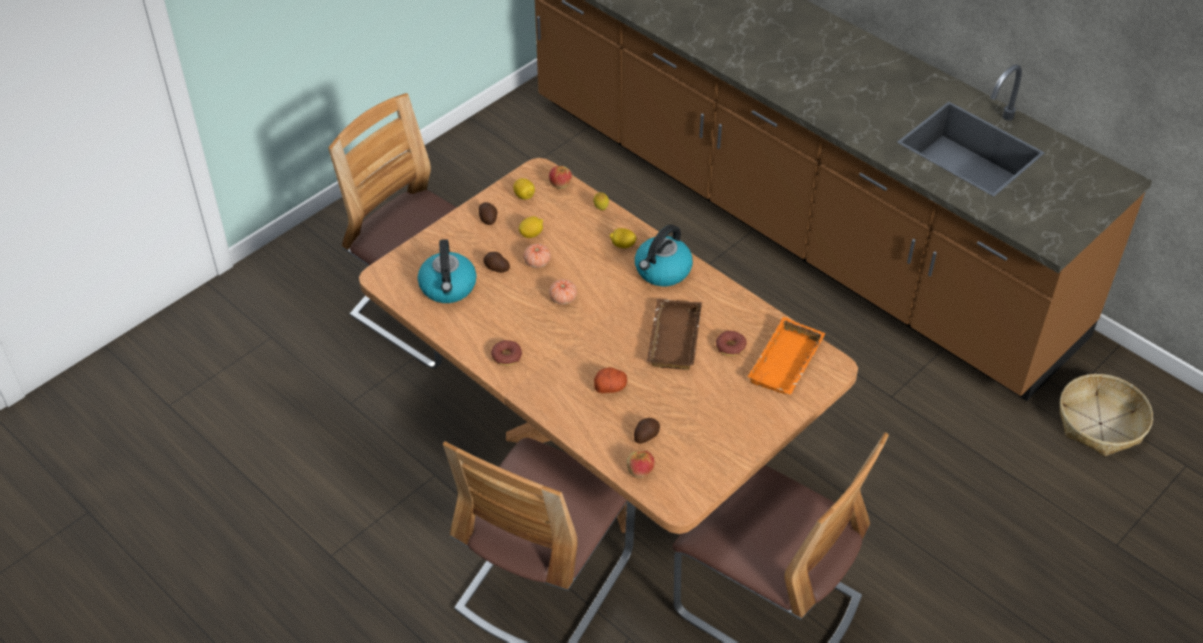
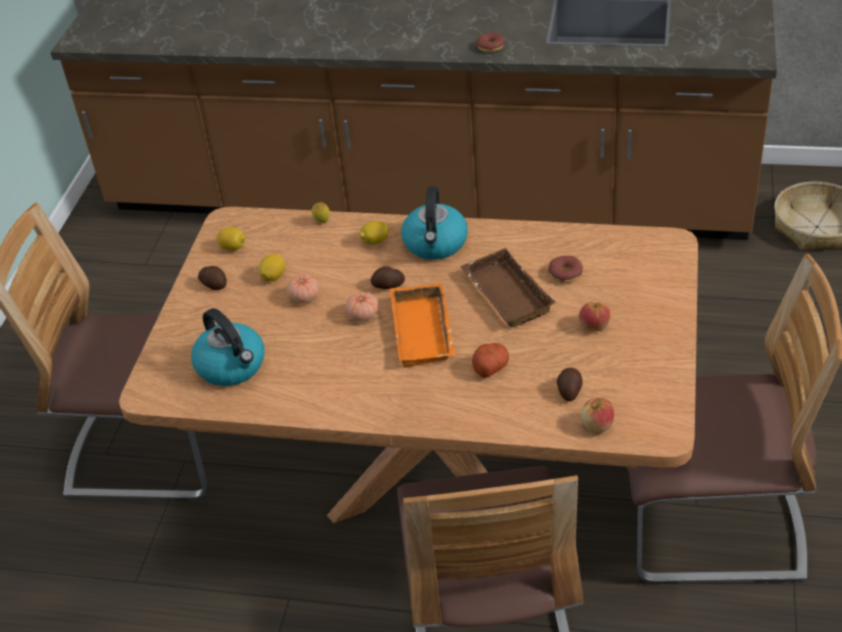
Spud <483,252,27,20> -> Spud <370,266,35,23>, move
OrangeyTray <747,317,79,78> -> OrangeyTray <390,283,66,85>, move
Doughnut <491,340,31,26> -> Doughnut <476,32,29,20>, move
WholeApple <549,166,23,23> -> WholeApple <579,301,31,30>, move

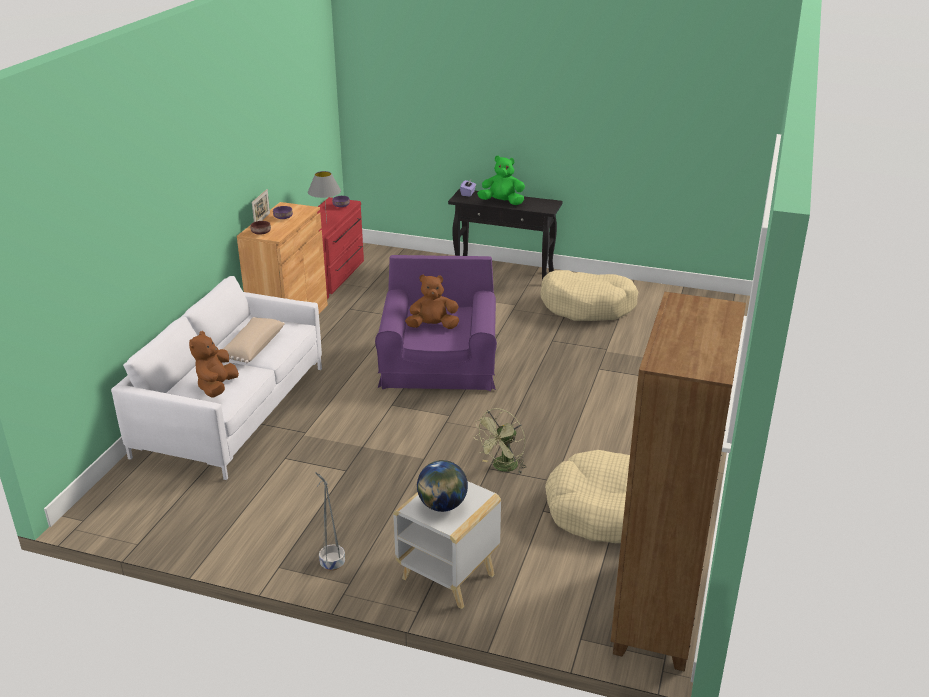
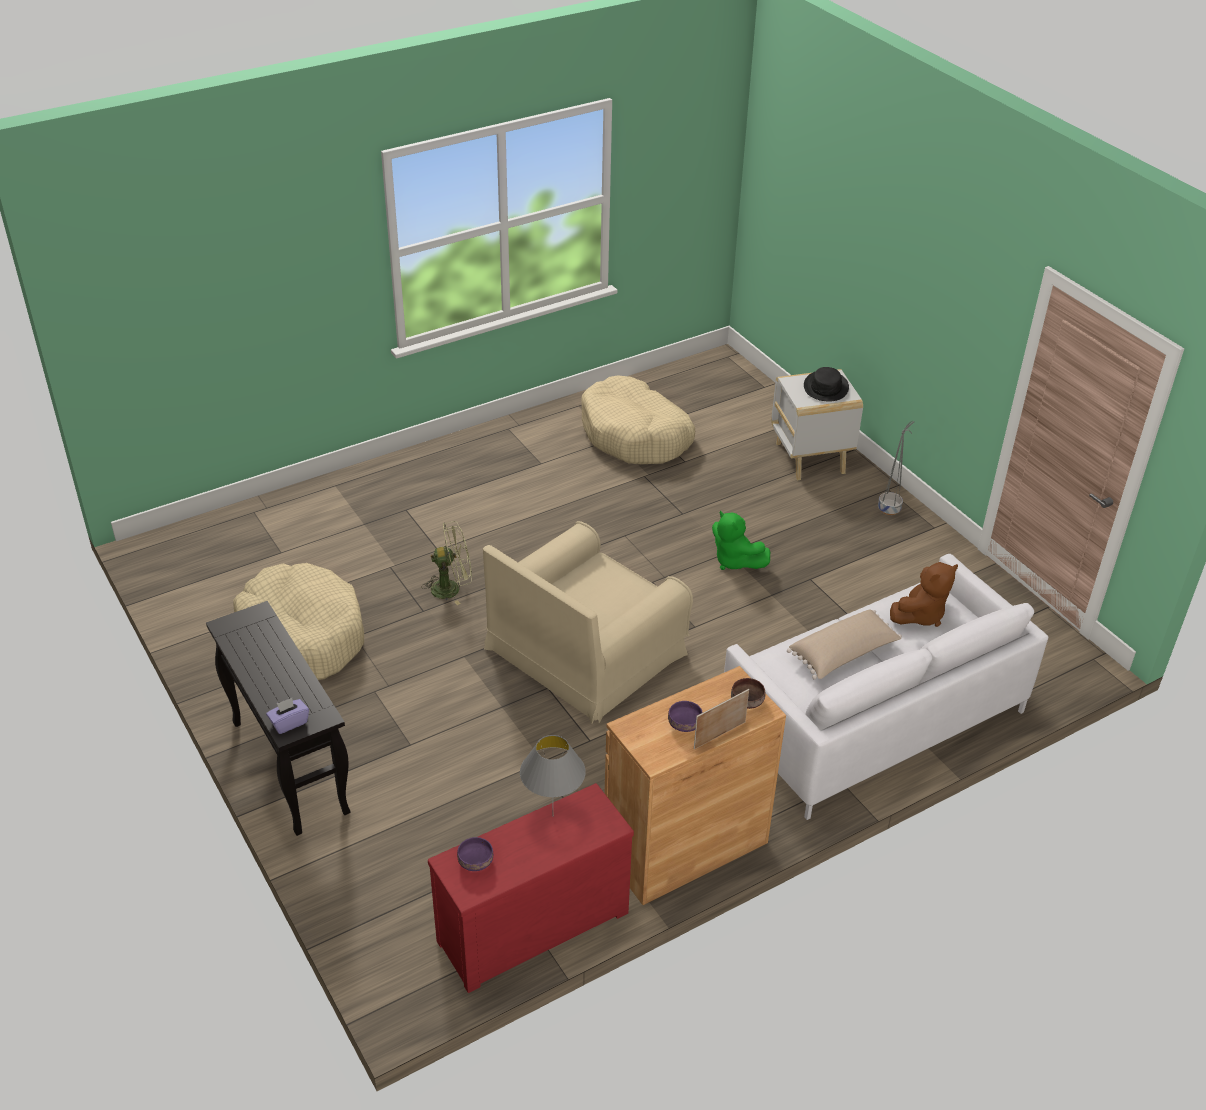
GreenishCoolingFan <473,408,53,66> -> GreenishCoolingFan <421,521,51,84>, move
PurplishArmchair <375,255,122,136> -> BeigeColouredArmchair <483,521,210,203>
GreenishCuddlyToy <477,156,48,49> -> GreenishCuddlyToy <712,510,58,60>, move
Globe <417,460,51,52> -> BlackishWearableHat <804,367,45,34>
BrownColouredCuddlyToy <405,274,54,55> -> none
BrownColouredBookcase <611,292,135,379> -> none

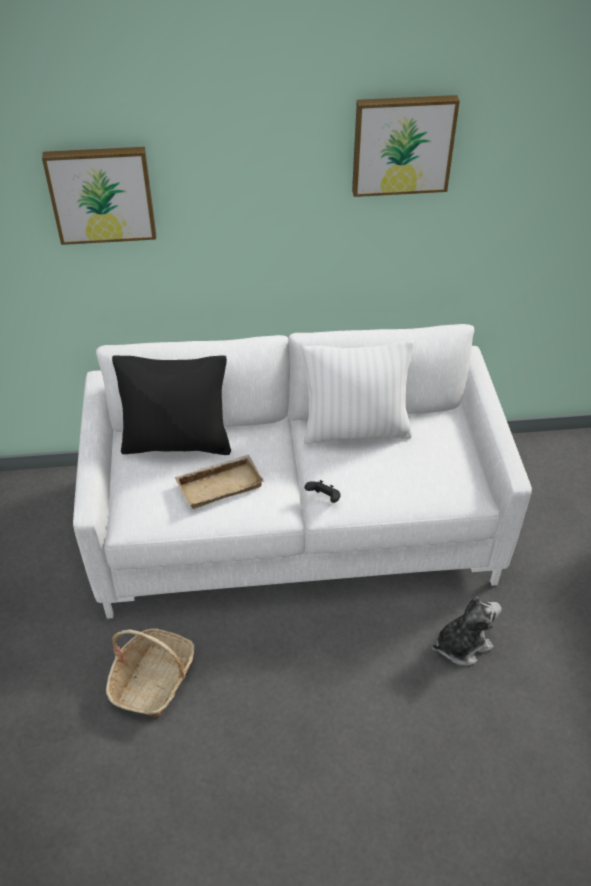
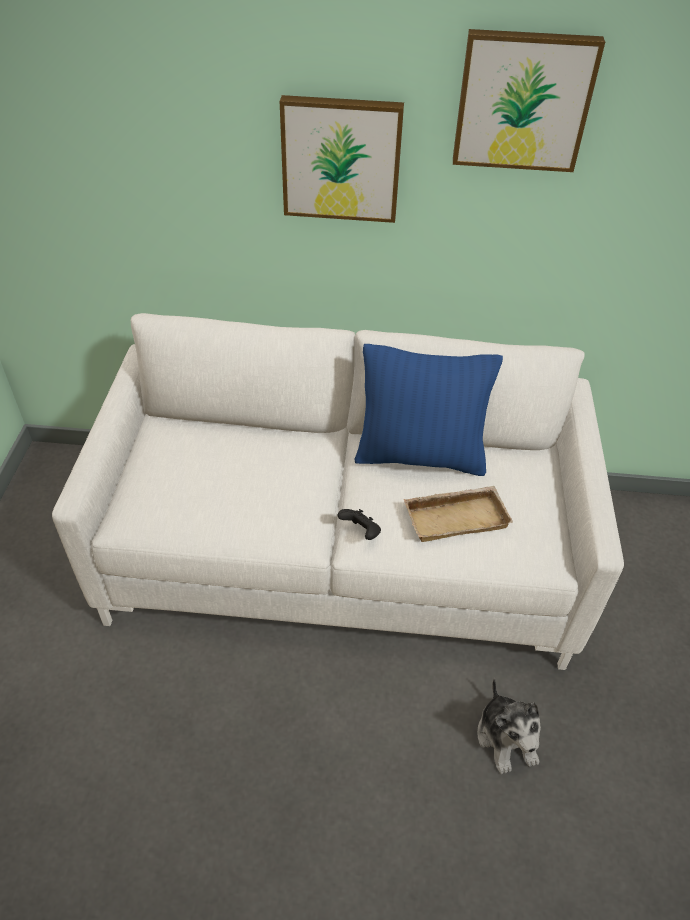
WallArt <42,147,114,98> -> WallArt <280,95,124,128>, move
WhiteThrowPillow <302,340,112,104> -> BlueThrowPillow <354,344,149,132>
BeigeColouredTray <175,455,89,54> -> BeigeColouredTray <403,486,110,56>, move
CuddlyToy <432,596,70,69> -> CuddlyToy <477,678,64,96>, 90 degrees clockwise
Basket <106,629,89,89> -> none
BlackishThrowPillow <112,355,119,100> -> none

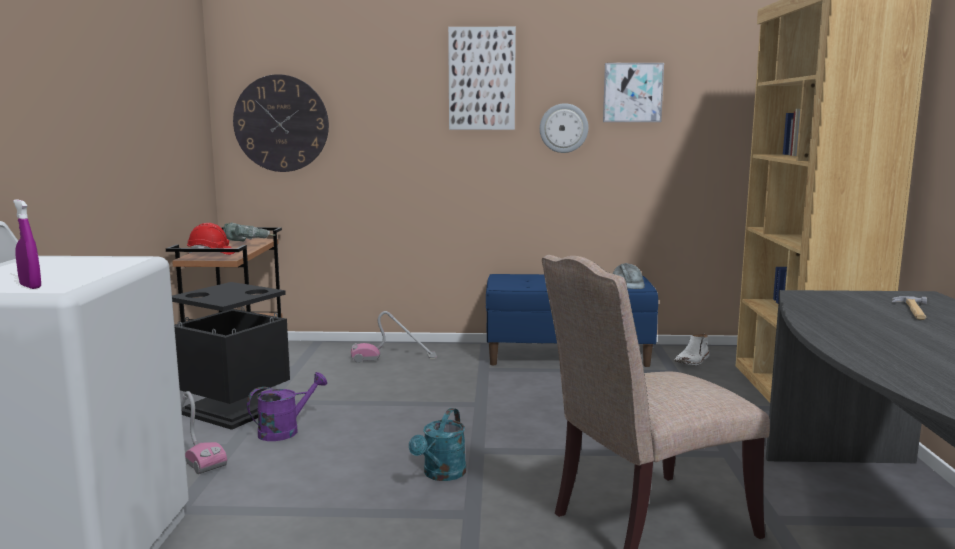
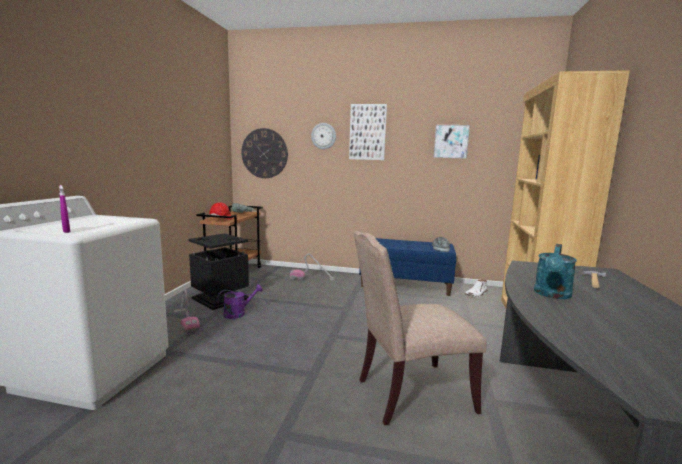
ClockOnTheWall <540,103,48,50> -> ClockOnTheWall <311,123,25,26>, move
TurquoiseColouredSprinklingCan <409,408,57,73> -> TurquoiseColouredSprinklingCan <534,244,43,55>, move

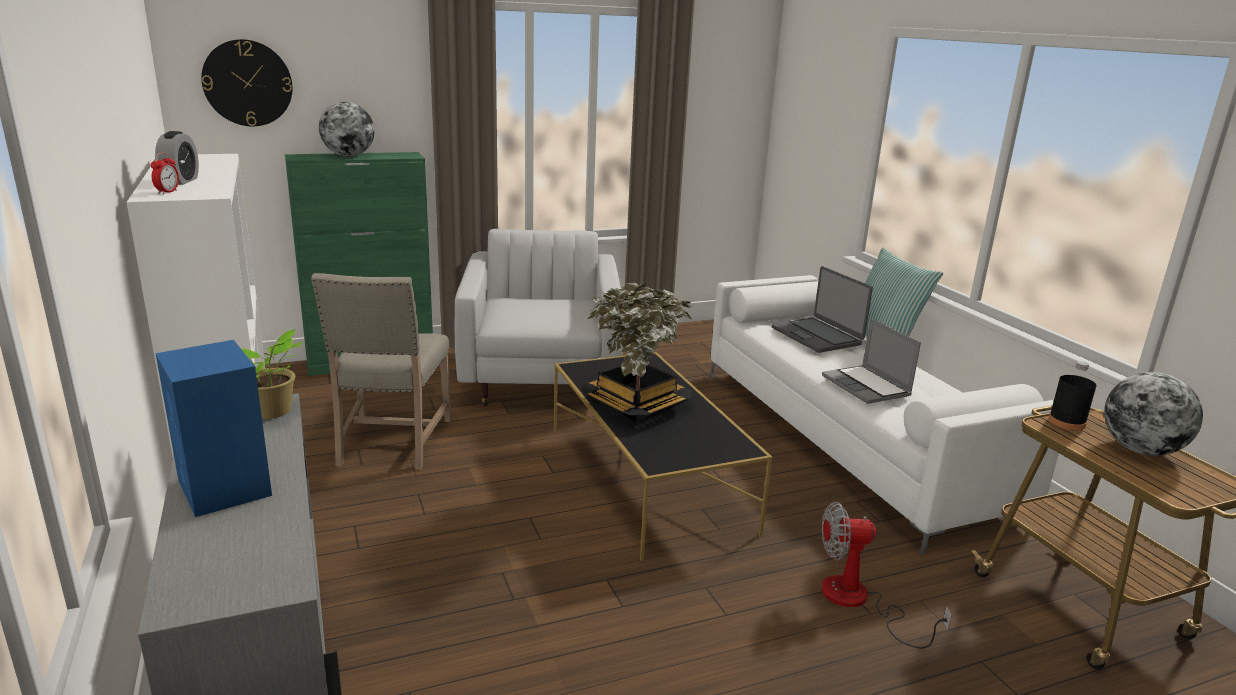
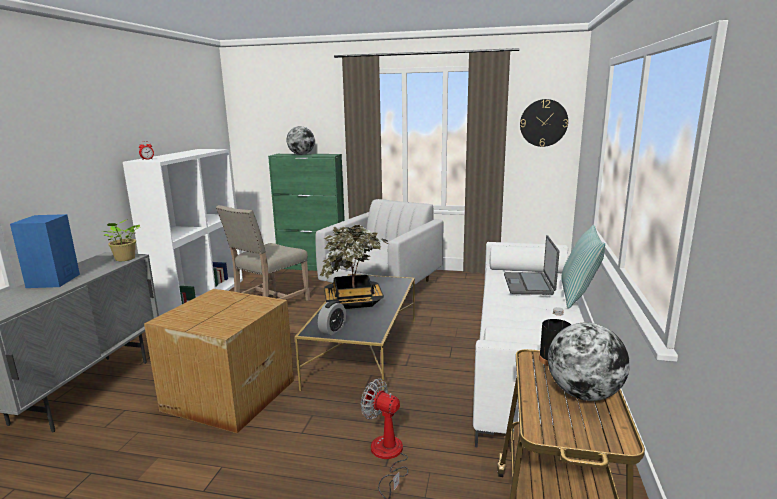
none -> CardboardBox <144,289,150,144>
BedsideClock <155,131,44,54> -> BedsideClock <318,301,28,34>, move
ClockOnTheWall <201,39,91,87> -> ClockOnTheWall <520,99,48,48>, move
Laptop <822,318,99,86> -> none

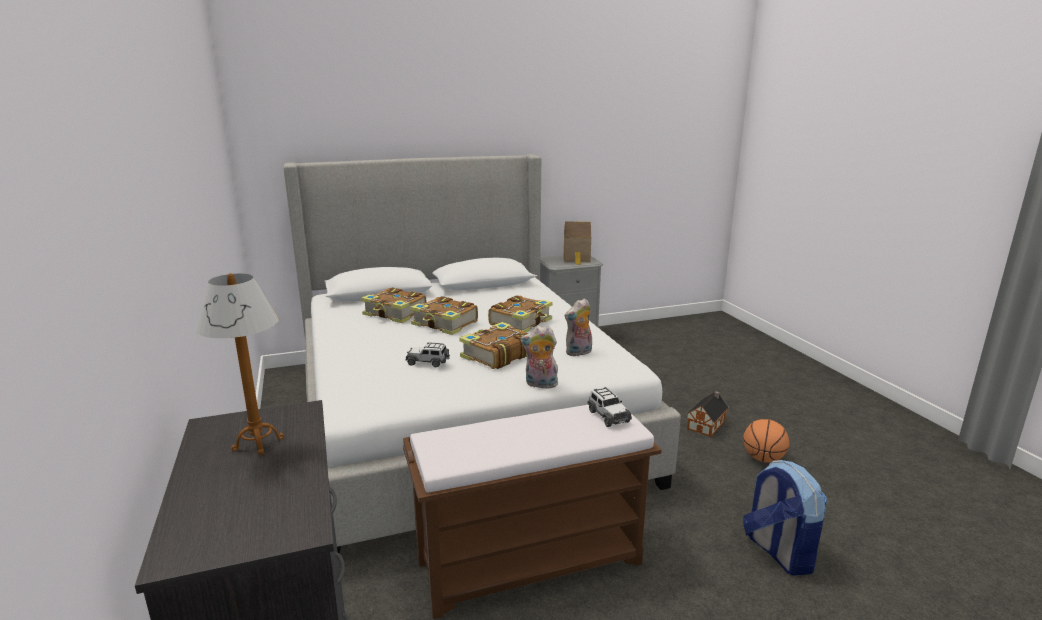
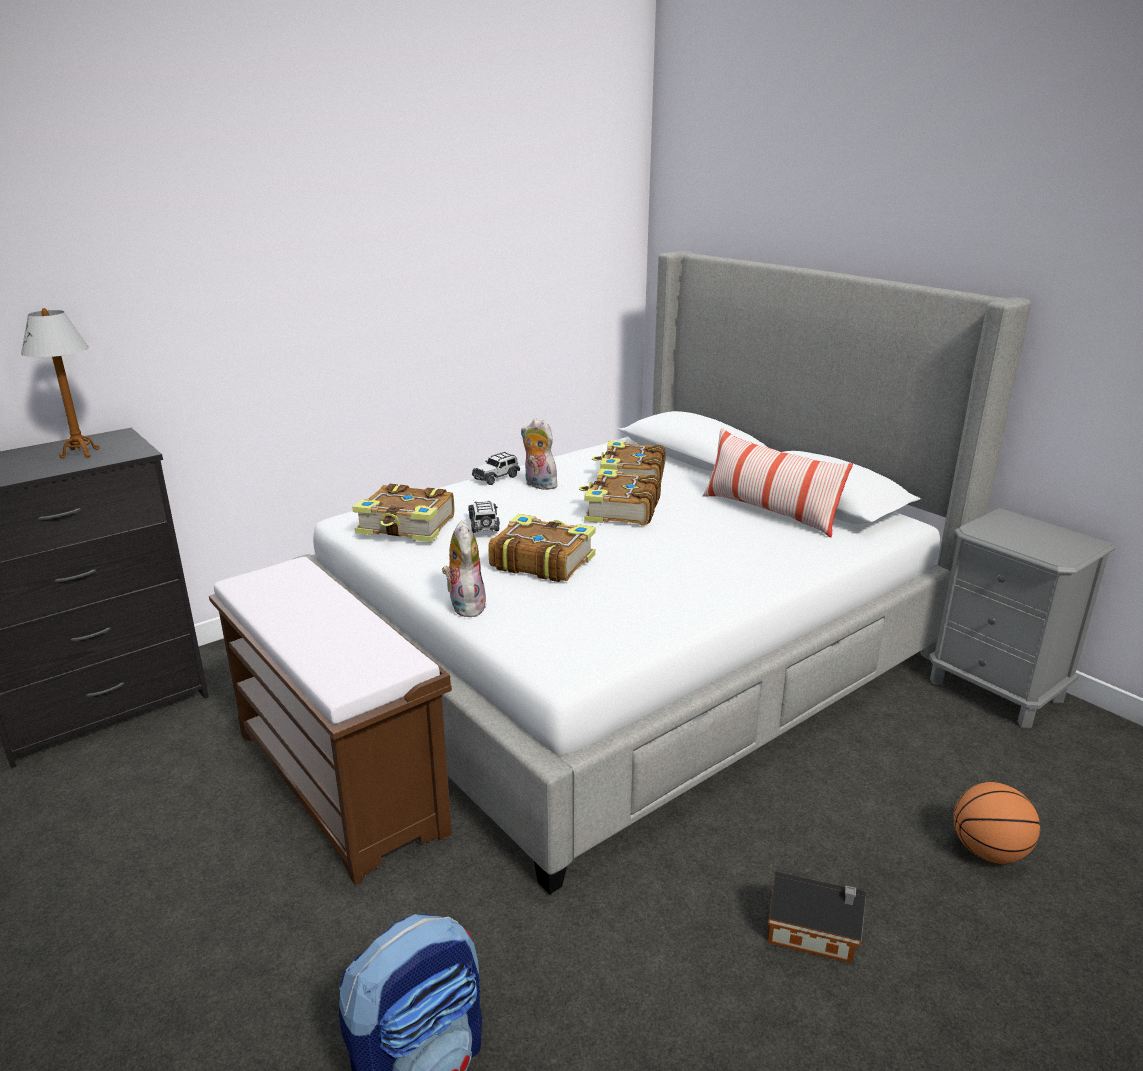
BoundBook <488,295,65,38> -> BoundBook <352,484,102,58>, move
ToyCar <587,387,45,40> -> ToyCar <472,452,48,33>, move
CuddlyToy <565,298,27,58> -> CuddlyToy <521,419,36,71>, move
none -> ThrowPillow <703,428,150,109>
Basketball <743,419,46,44> -> Basketball <953,782,87,82>, move
MiniatureHouse <563,222,28,43> -> none

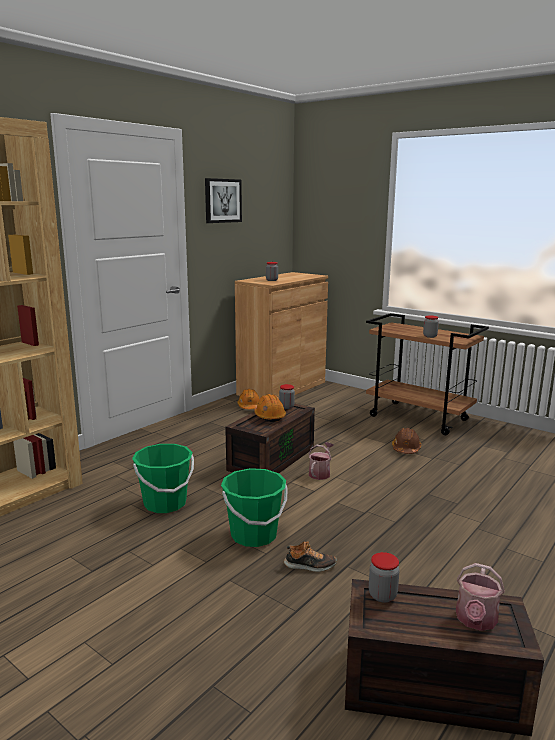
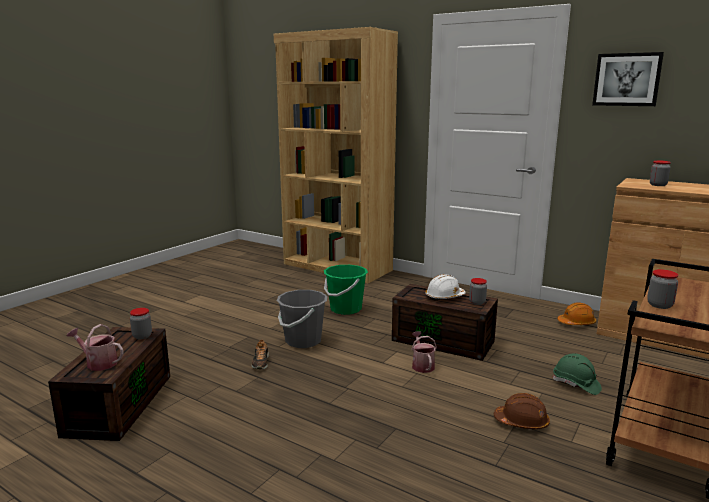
GreenishBucket <221,468,67,79> -> GreyishBucket <277,290,50,58>
SprinklingCan <308,442,26,38> -> SprinklingCan <412,331,25,42>, 120 degrees counterclockwise
OrangeyWorkHelmet <254,394,32,28> -> WhiteWorkHelmet <425,274,41,27>
none -> GreenishWorkHelmet <552,353,50,42>

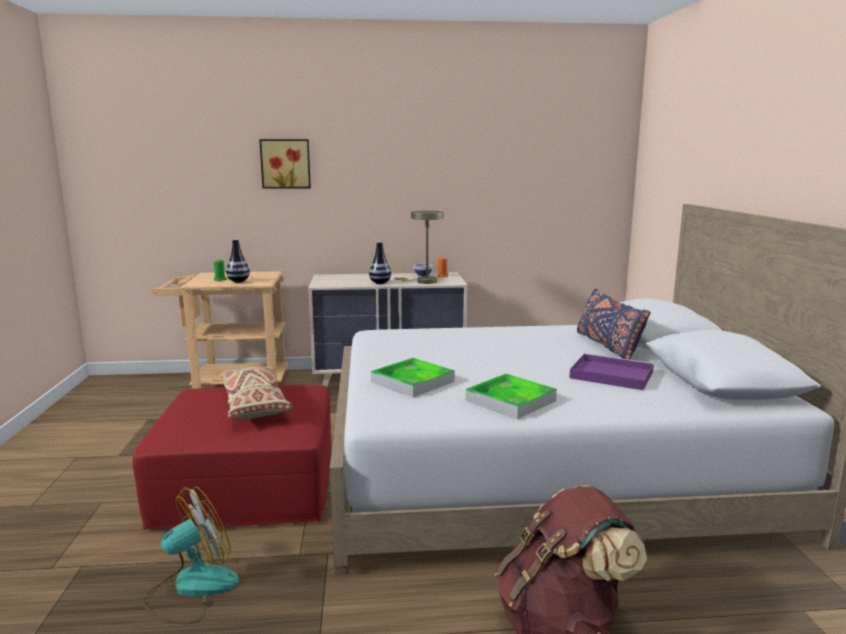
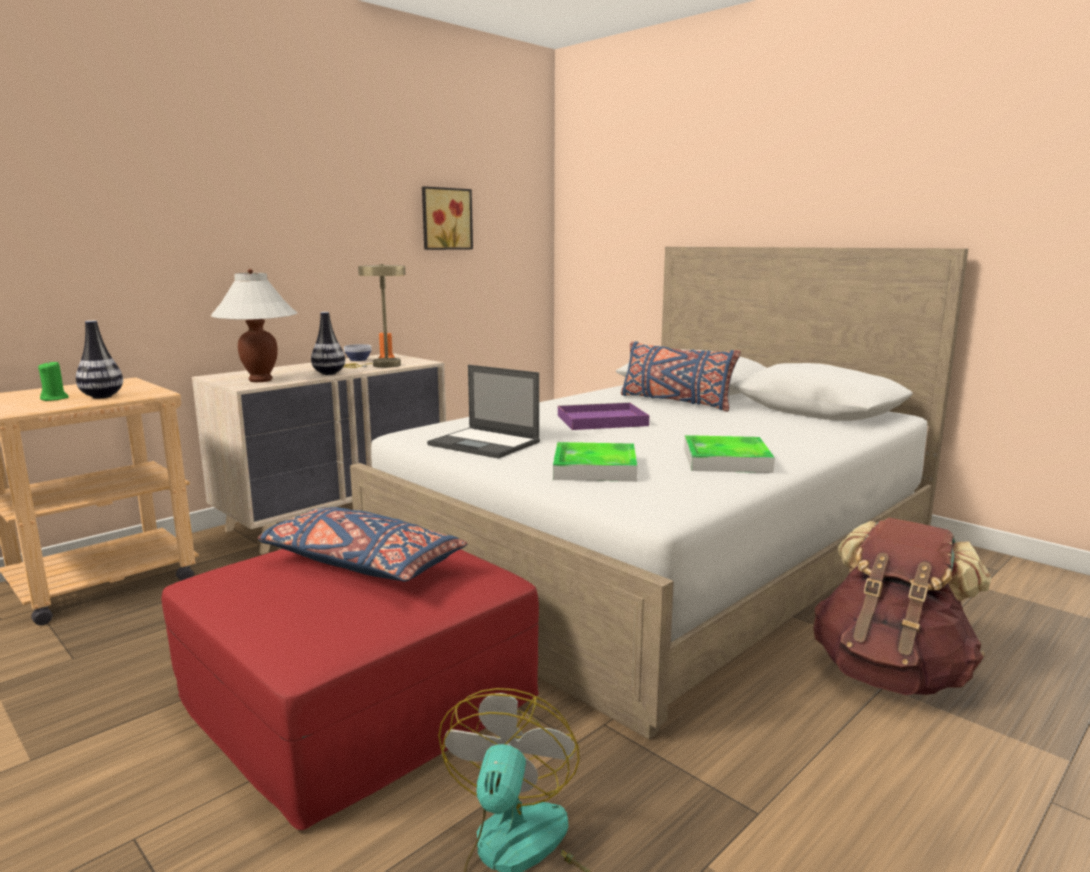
none -> WhiteTableLamp <210,269,87,113>
BeigeColouredThrowPillow <221,367,72,52> -> BlueThrowPillow <258,507,210,75>
WallArt <259,139,52,50> -> WallArt <422,186,51,64>, move
none -> Laptop <427,365,113,94>
PurplishTray <569,353,85,37> -> PurplishTray <558,402,91,28>, move

